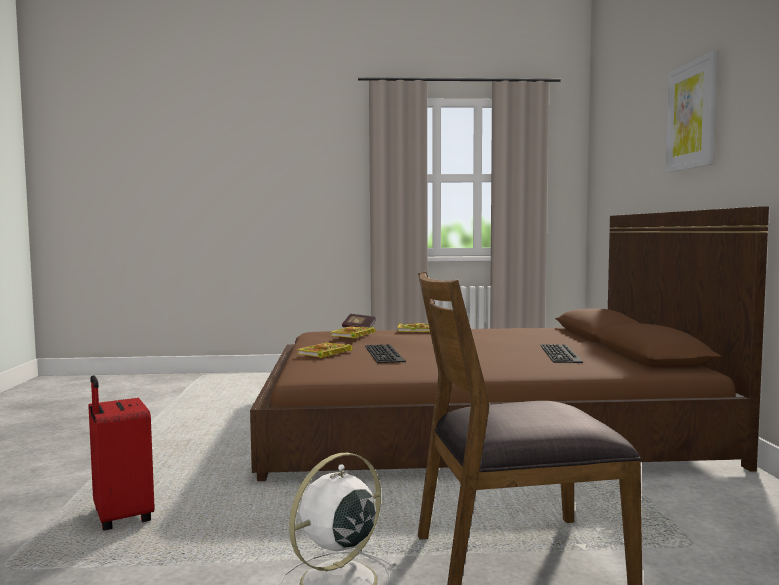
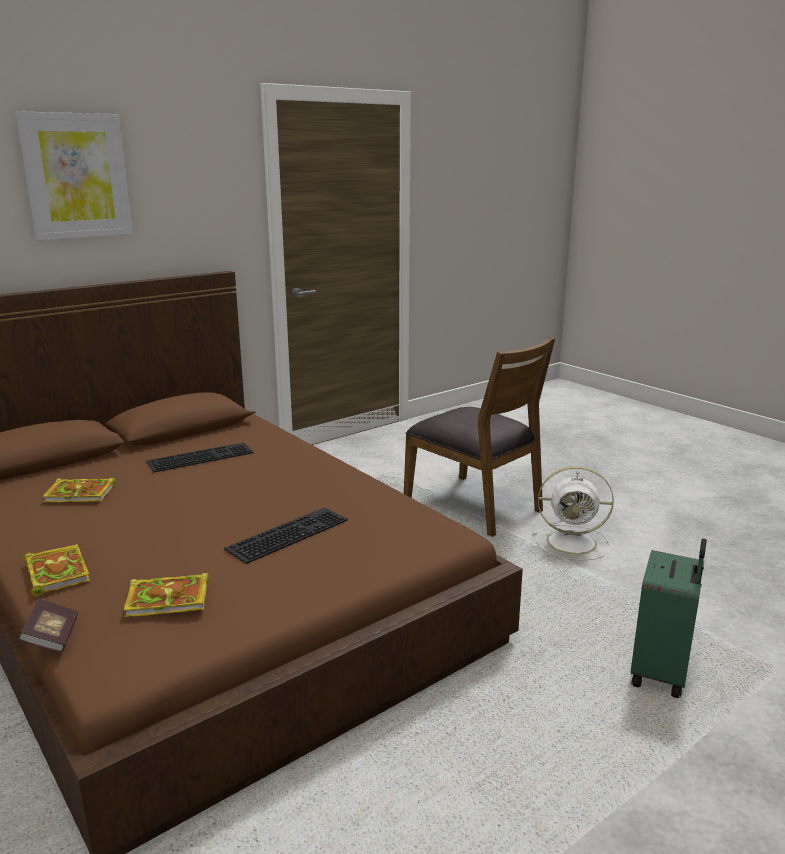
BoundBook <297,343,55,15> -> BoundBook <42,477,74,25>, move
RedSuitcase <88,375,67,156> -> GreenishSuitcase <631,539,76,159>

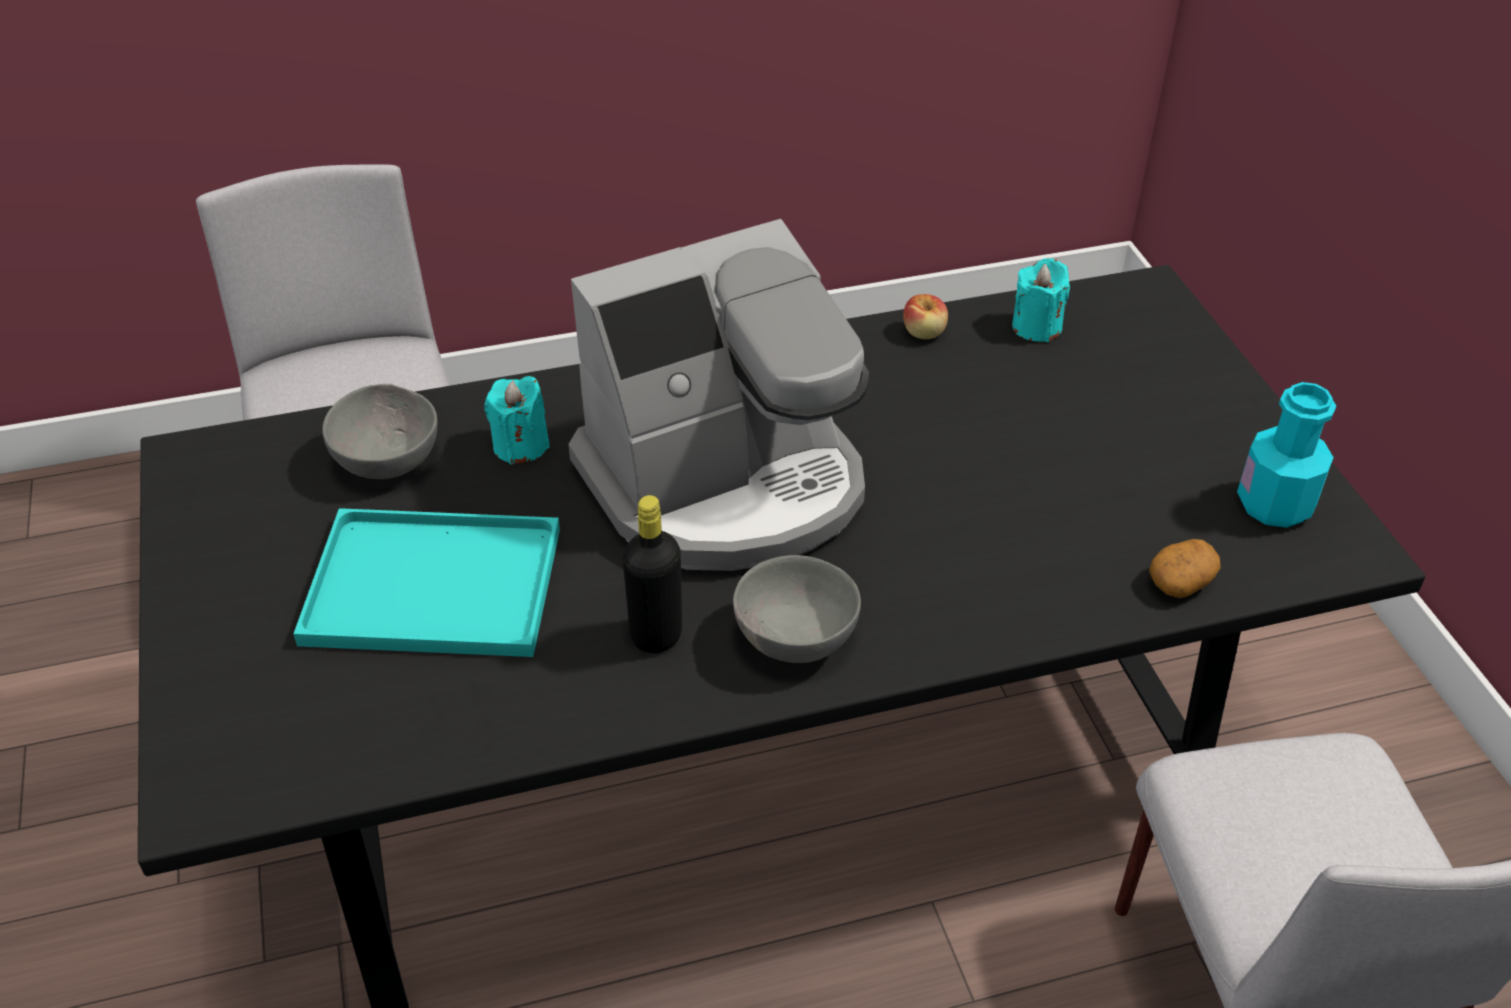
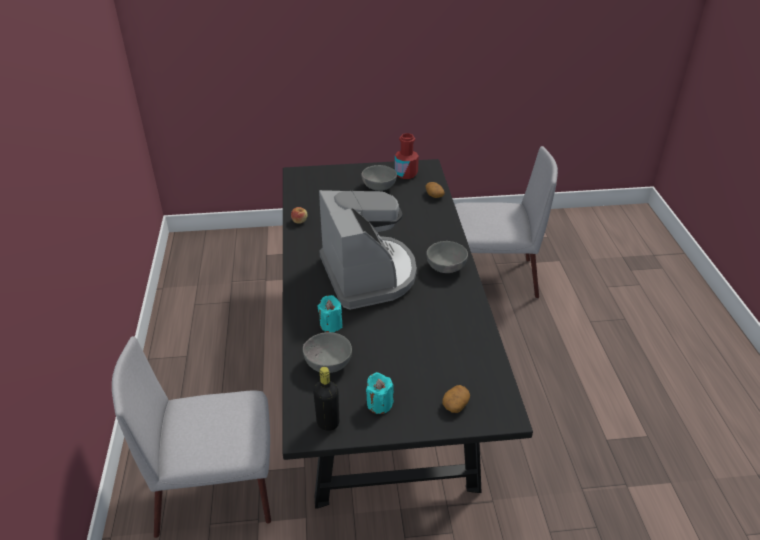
BlackishBottle <623,495,59,158> -> BlackishBottle <313,367,26,64>, move
none -> GreyishBowl <361,165,36,26>
TurquoiseColouredWaxLight <1012,258,58,84> -> TurquoiseColouredWaxLight <366,372,28,42>, move
TurquoiseColouredBottle <1237,382,99,146> -> RedBottle <395,133,24,46>
none -> Spud <442,385,28,28>
TurquoiseColouredTray <294,508,266,149> -> none

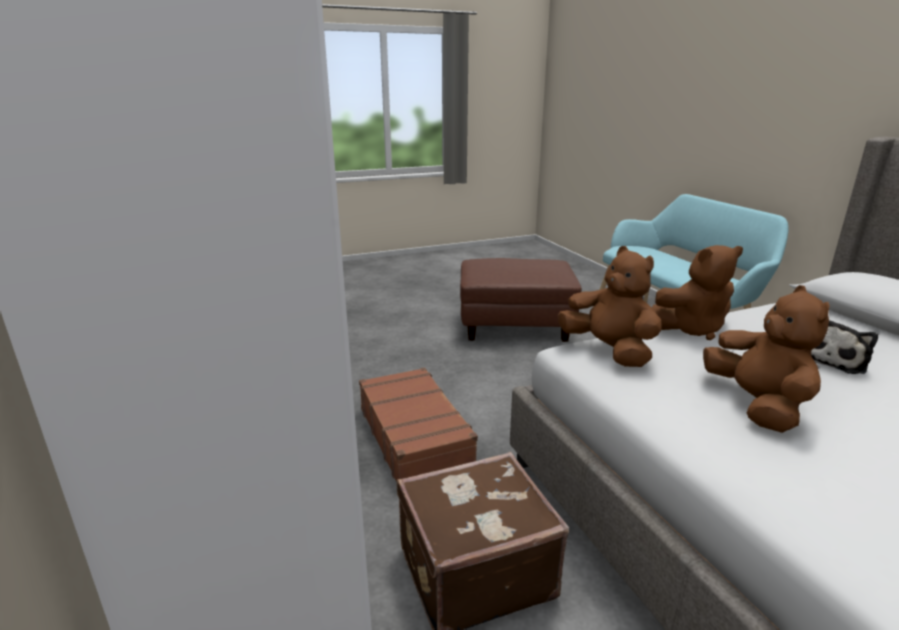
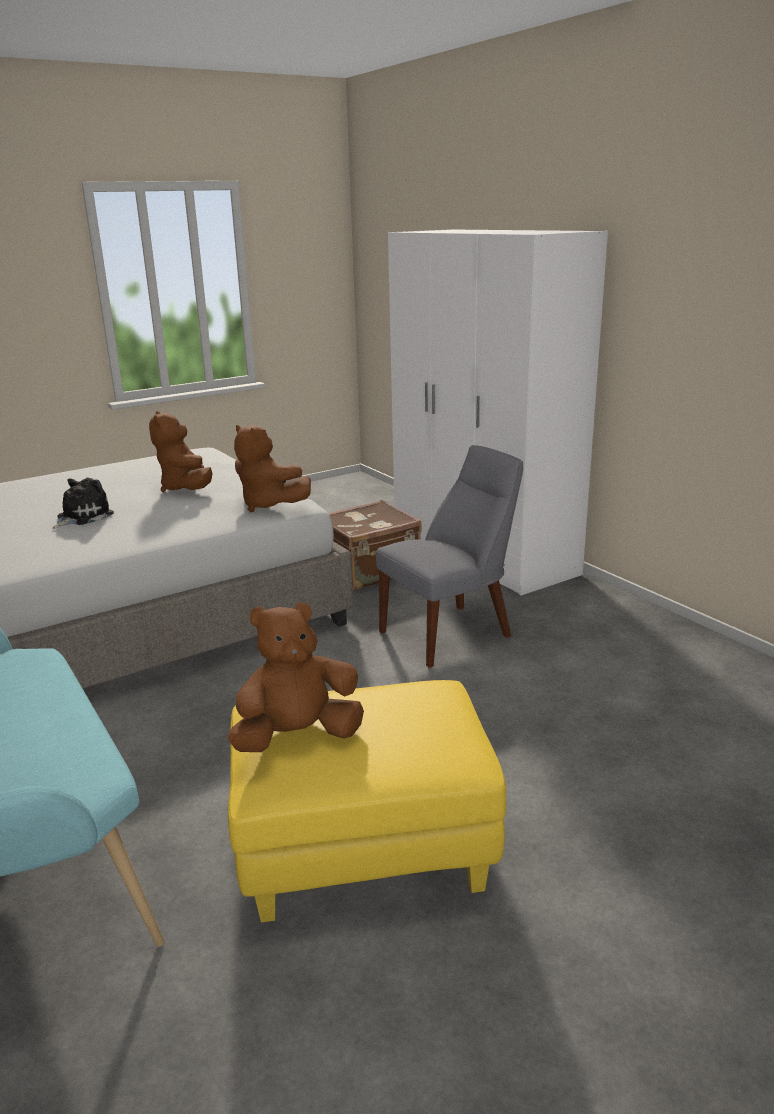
BrownColouredCuddlyToy <652,245,91,95> -> BrownColouredCuddlyToy <227,602,137,150>, move
BrownColouredFootrest <460,258,122,84> -> YellowColouredFootrest <228,680,278,242>
BrownColouredSuitcase <359,367,119,115> -> GreyishUprightChair <376,445,147,223>

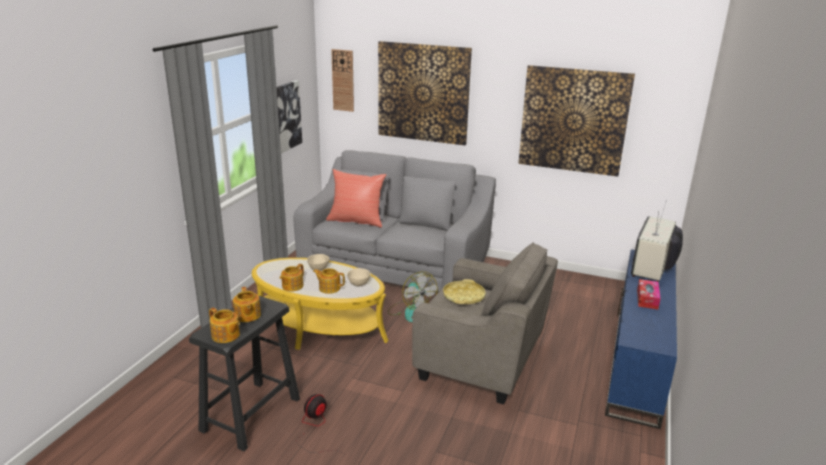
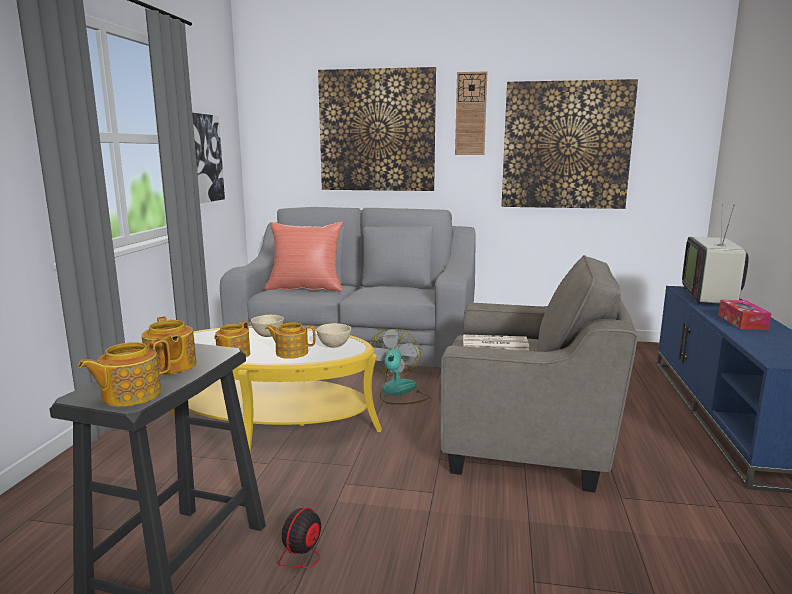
TeaPot <209,308,31,35> -> TeaPot <78,339,92,67>, 105 degrees clockwise
CoolingFan <388,271,50,51> -> CoolingFan <369,329,61,76>, 135 degrees counterclockwise
ClockOnTheWall <331,49,23,63> -> ClockOnTheWall <455,71,32,84>, move
YellowColouredTray <443,279,43,25> -> PrintedPaper <463,334,67,17>

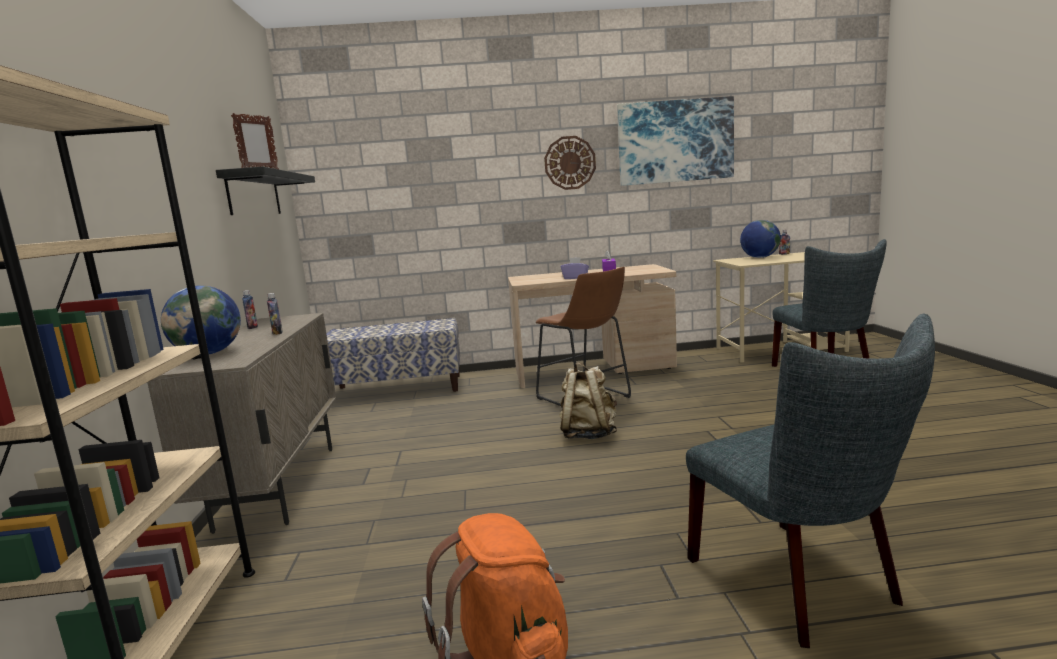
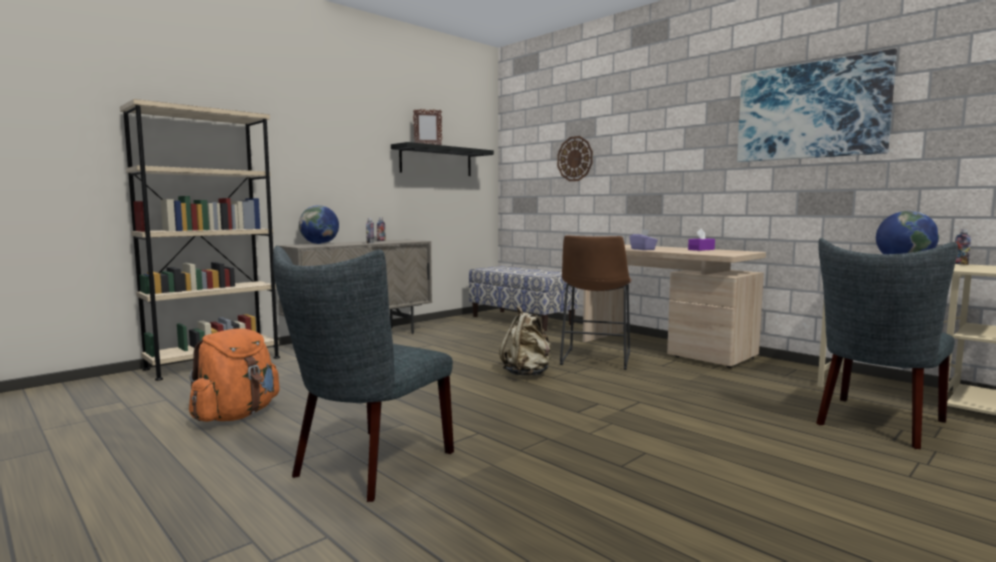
ClockOnTheWall <544,136,52,54> -> ClockOnTheWall <557,136,36,45>, move

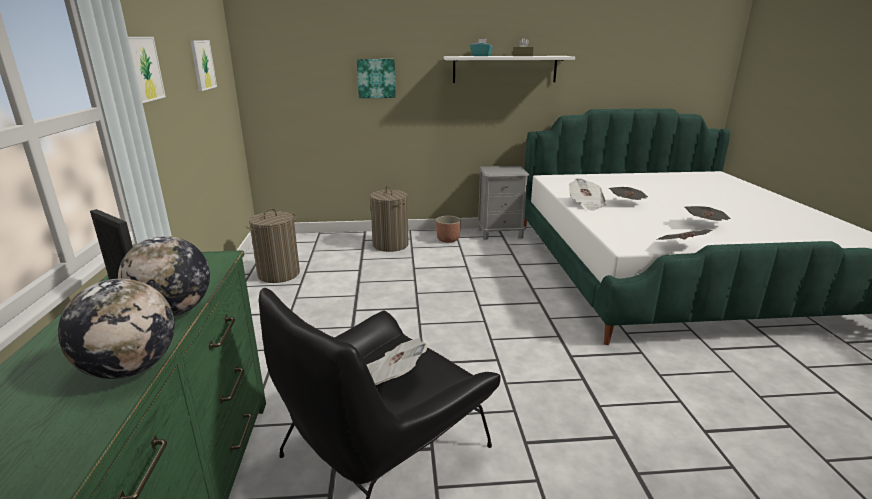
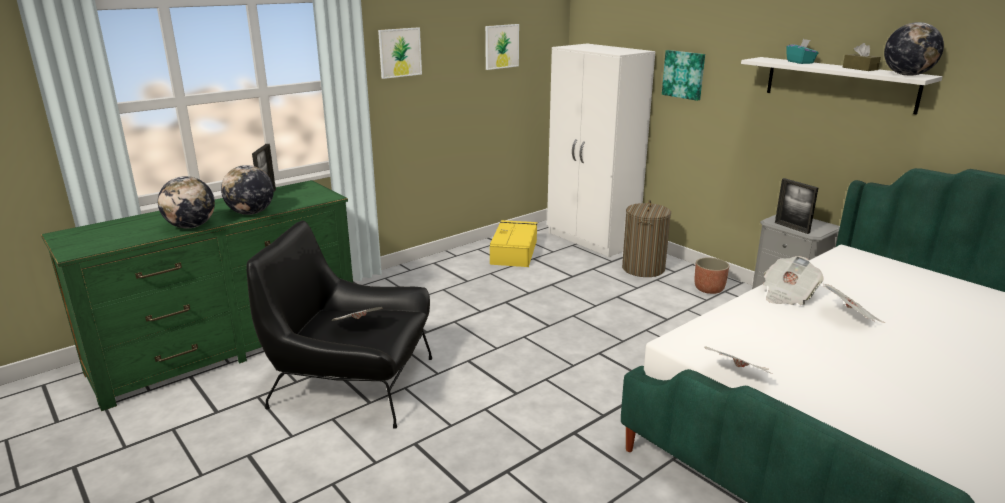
Hamper <246,208,54,75> -> YellowColouredStorageBin <490,220,47,47>
none -> WhiteWardrobe <547,44,108,213>
none -> StandingFrame <775,178,43,56>
none -> Globe <884,22,60,54>
PrintedPaper <685,206,46,15> -> none

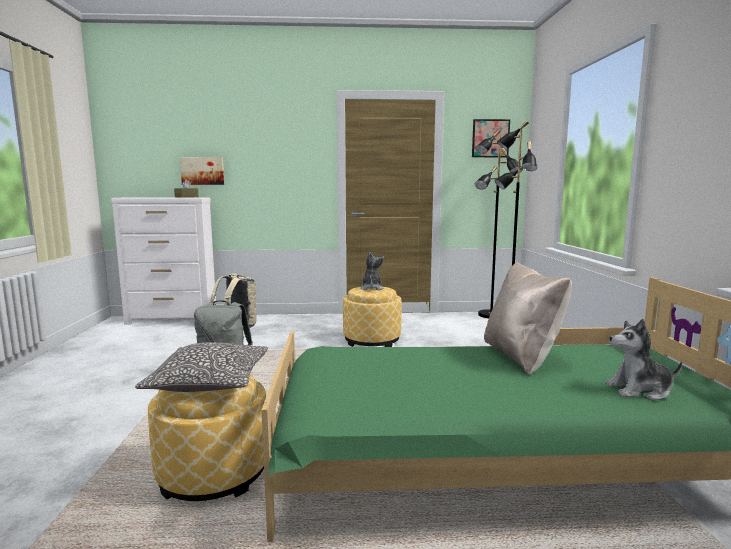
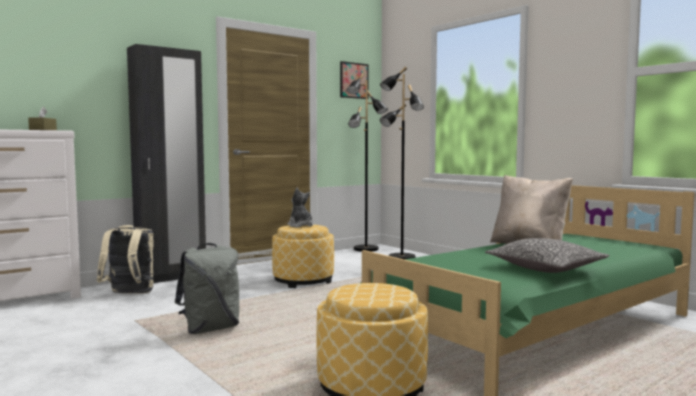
none -> BlackishWardrobe <127,44,79,239>
ThrowPillow <135,342,133,50> -> ThrowPillow <485,238,125,35>, move
WallArt <180,157,44,28> -> none
CuddlyToy <605,319,77,81> -> none

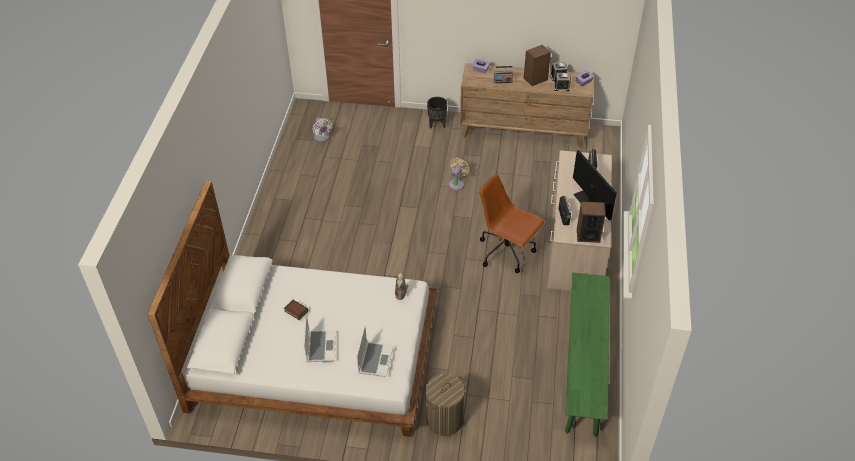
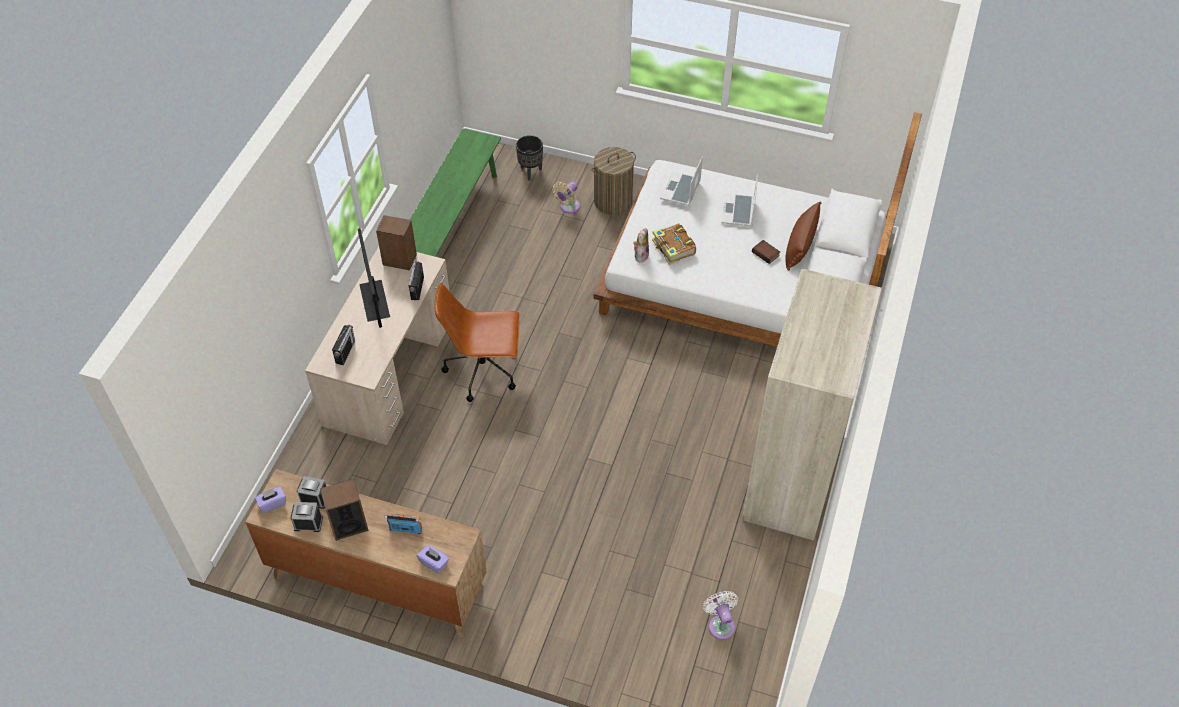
BrownColouredComputerChair <480,174,65,99> -> BrownColouredComputerChair <434,283,86,119>, 135 degrees clockwise
BlackishPlanter <427,97,20,32> -> BlackishPlanter <516,135,27,46>, move
BeigeColouredCoolingFan <448,158,22,33> -> BeigeColouredCoolingFan <553,182,28,32>, move
none -> BoundBook <652,223,44,42>
none -> BeigeColouredWardrobe <742,269,140,271>
none -> BrownColouredThrowPillow <785,202,36,69>

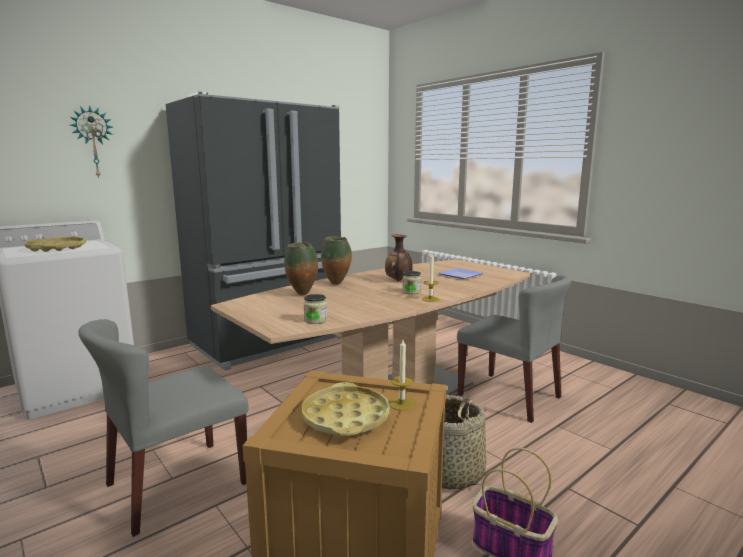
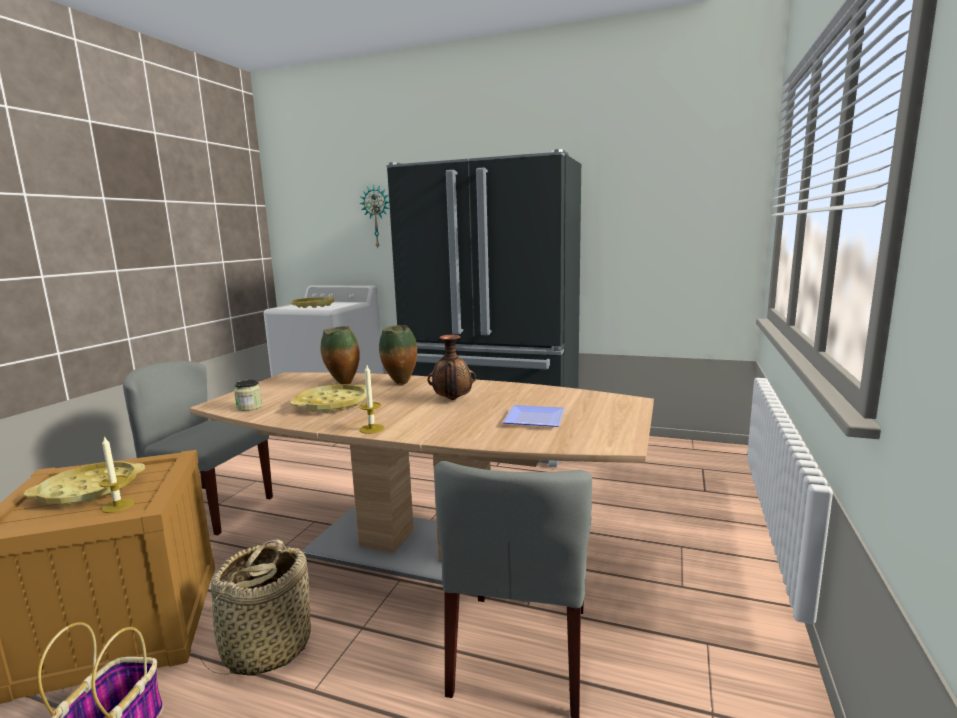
none -> YellowColouredTray <290,384,77,29>
StorageJar <402,271,20,23> -> none

